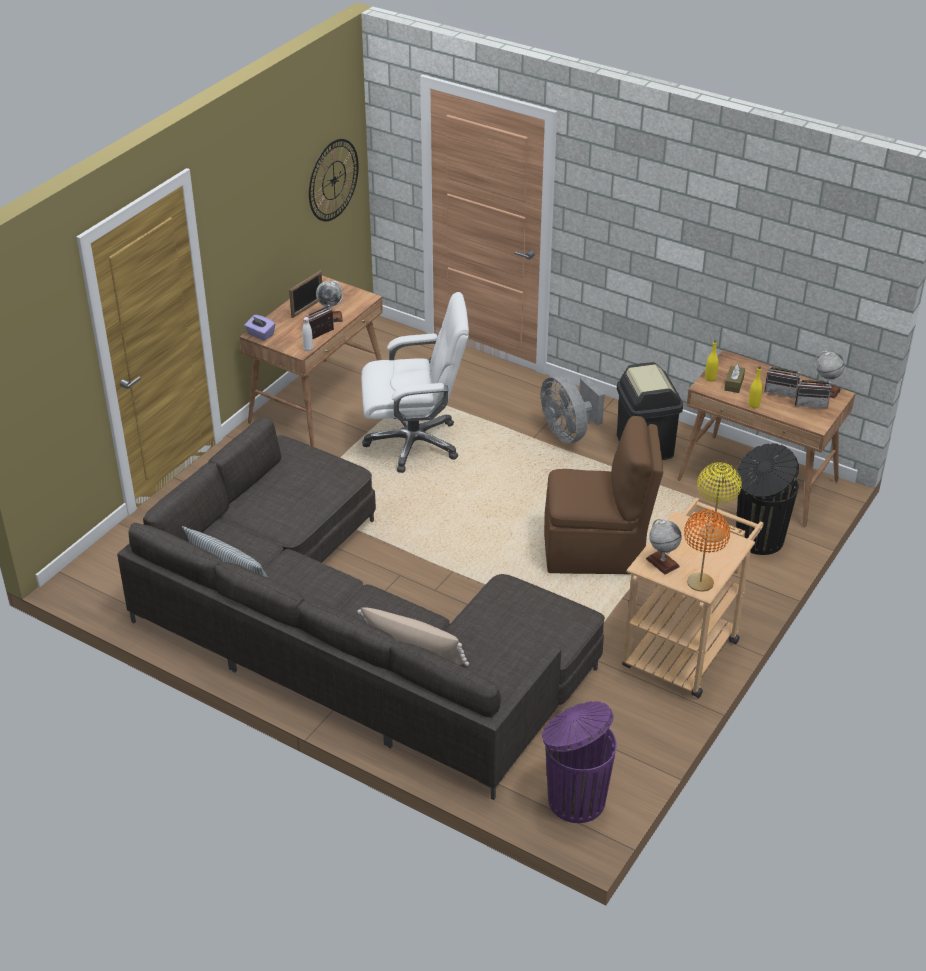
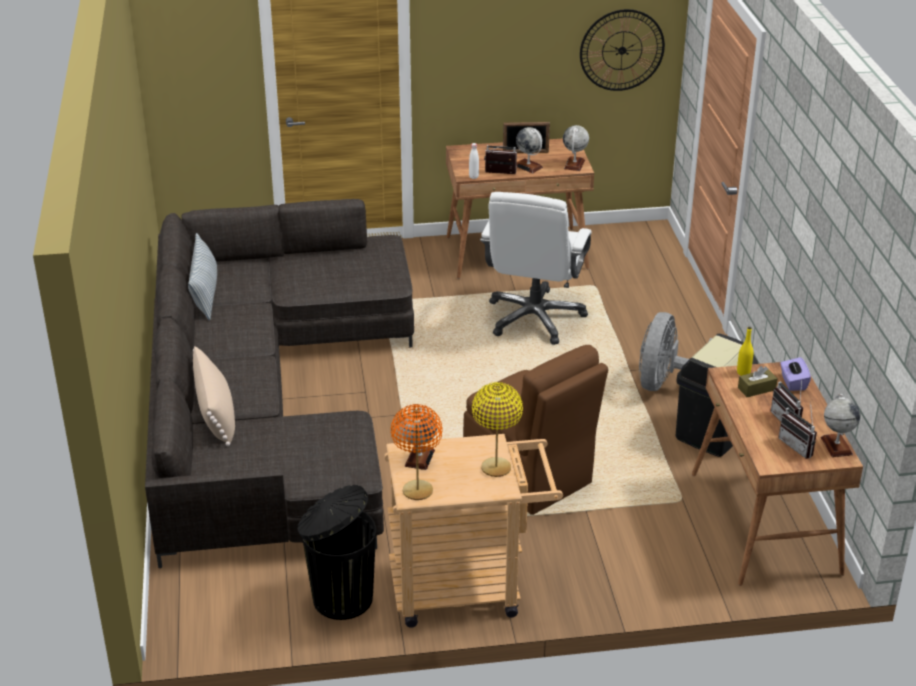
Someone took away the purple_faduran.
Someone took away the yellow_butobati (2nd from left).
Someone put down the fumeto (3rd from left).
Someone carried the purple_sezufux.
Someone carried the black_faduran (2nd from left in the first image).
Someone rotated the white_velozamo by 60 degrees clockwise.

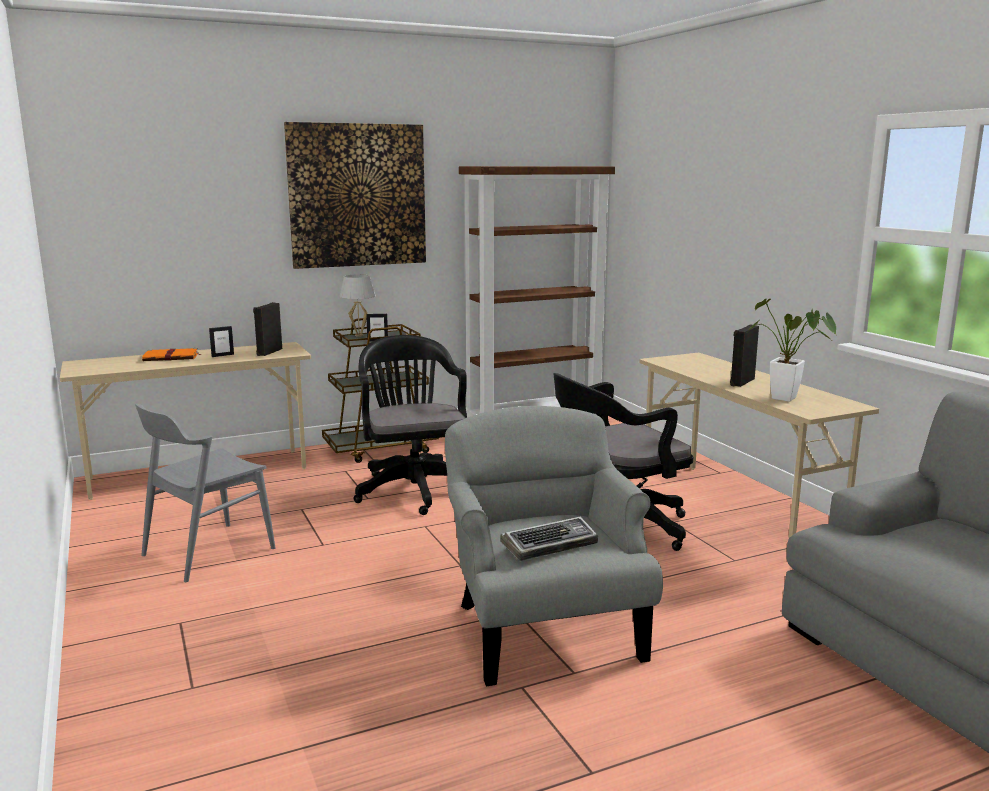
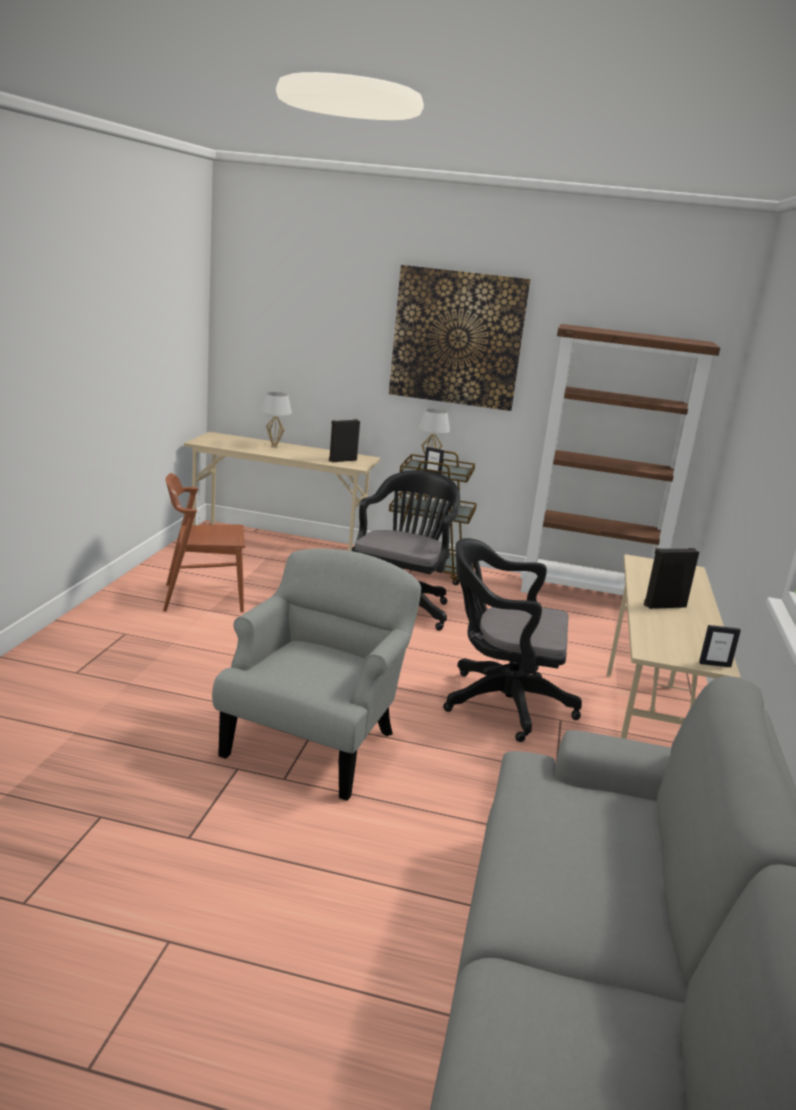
Someone took away the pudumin.
Someone took away the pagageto.
Someone carried the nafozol (1st from left in the first image).
Someone swapped the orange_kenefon for the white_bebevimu (1st from left).
Someone repainted the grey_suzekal, which became the brown_suzekal.

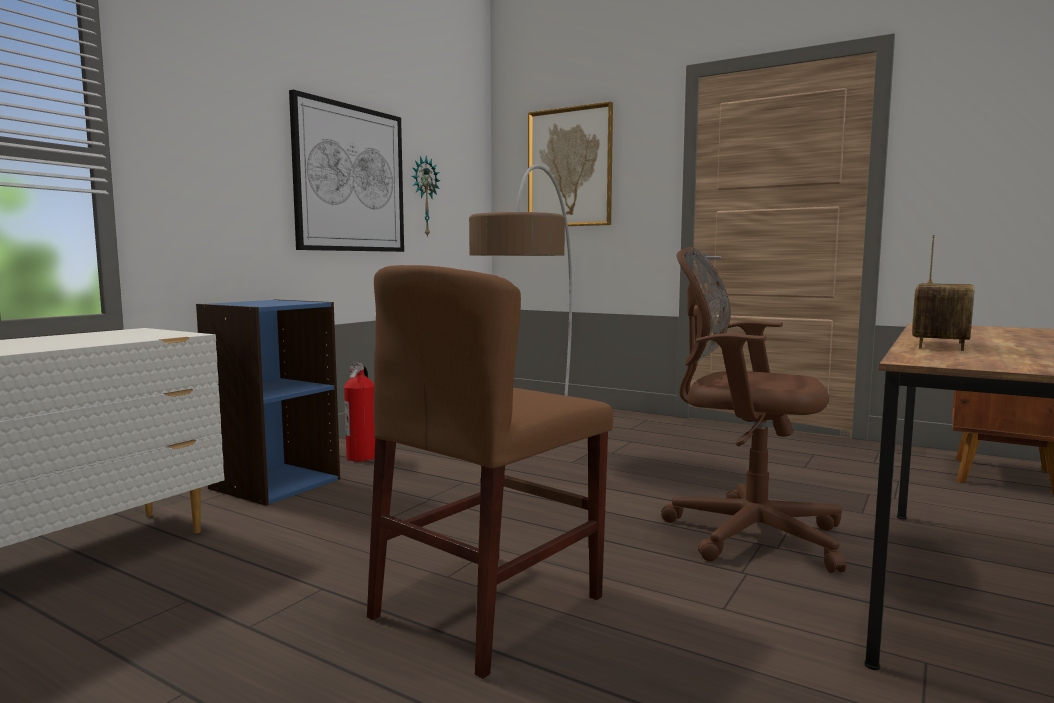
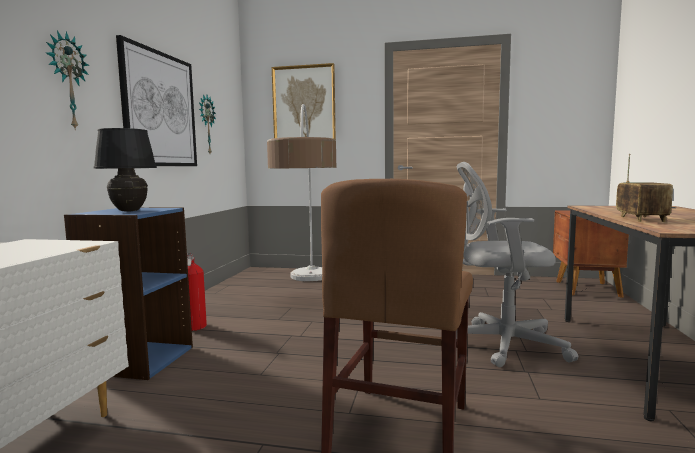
Someone put up the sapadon (1st from left).
Someone put down the black_bebevimu.
Someone repainted the brown_velozamo, which became the grey_velozamo.

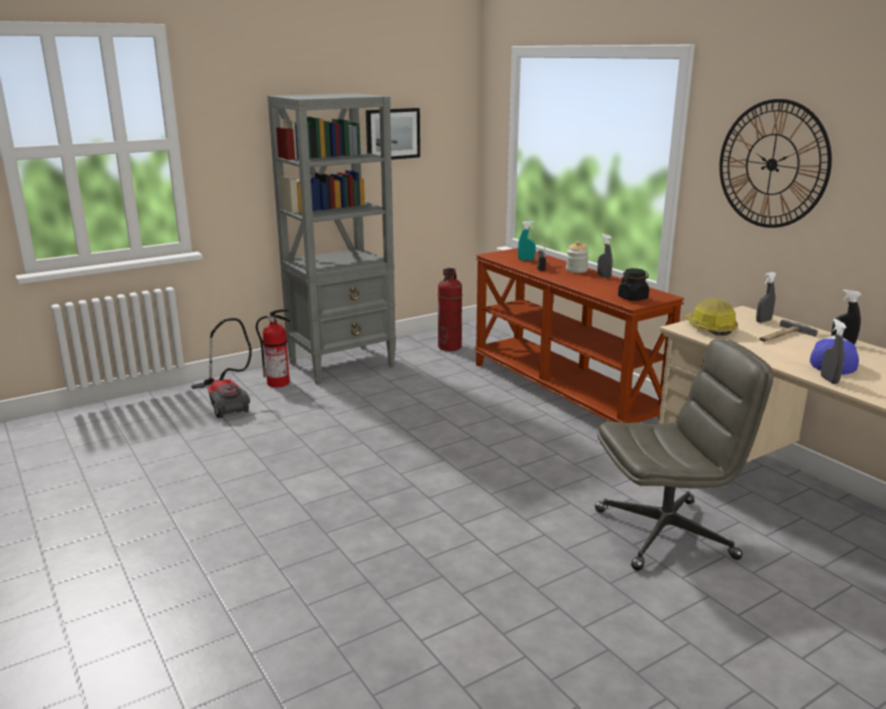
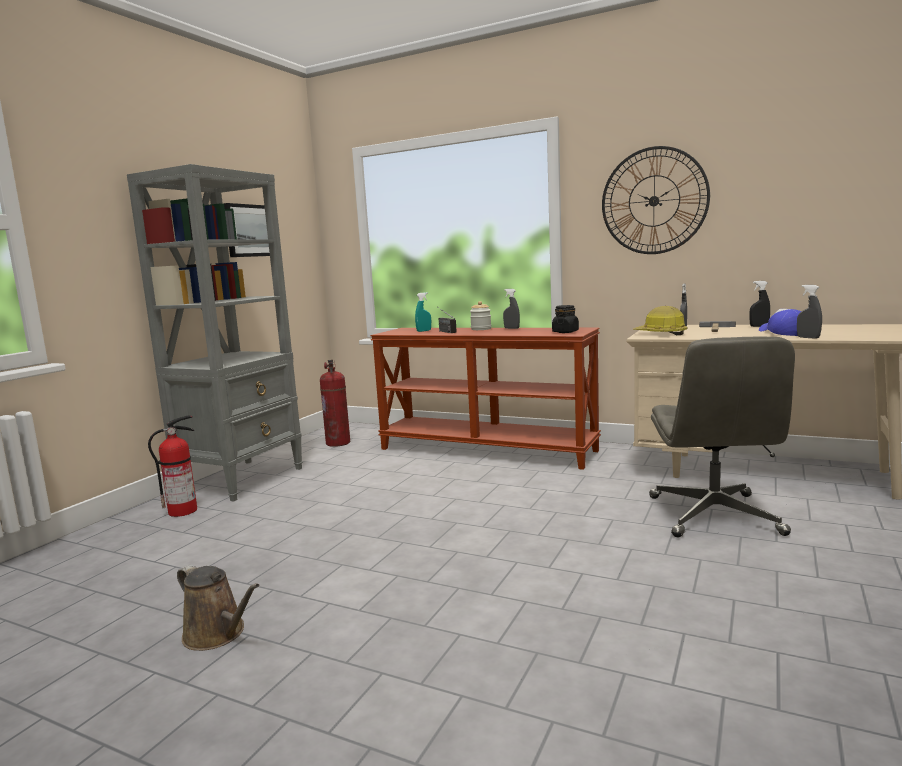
Someone took away the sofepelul.
Someone put down the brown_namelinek.
Someone rotated the grey_velozamo by 135 degrees clockwise.

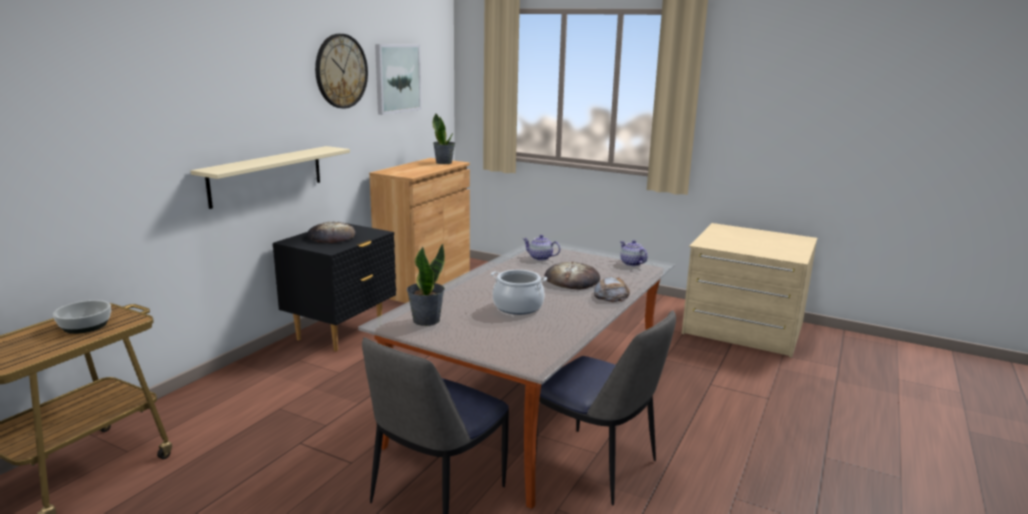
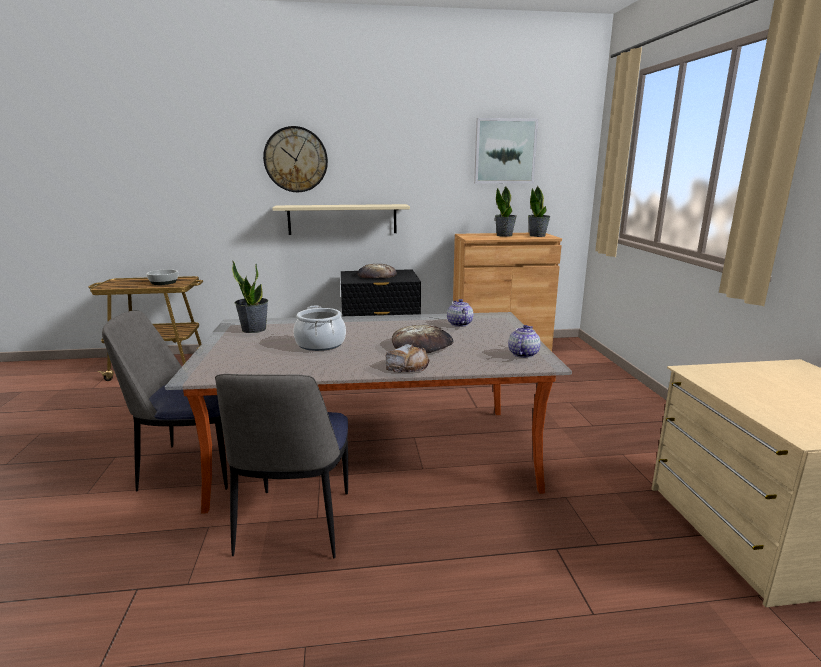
Someone put down the pagageto (2nd from left).
Someone carried the sapadon.

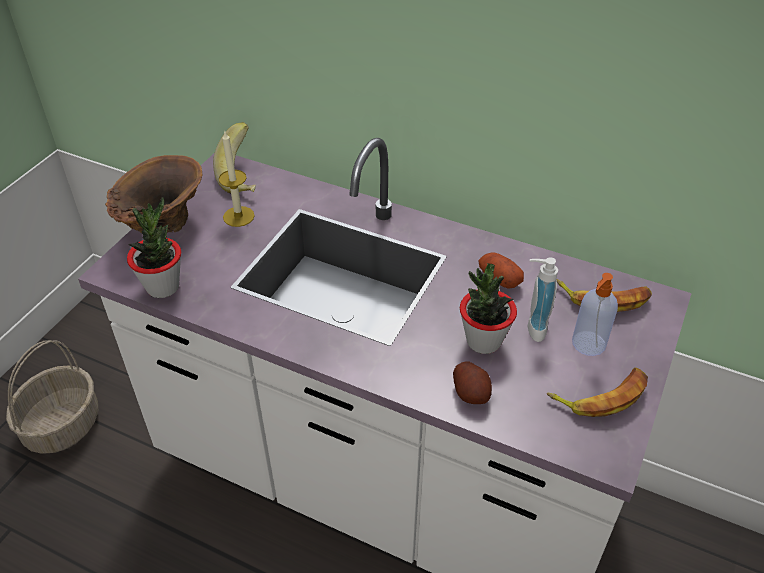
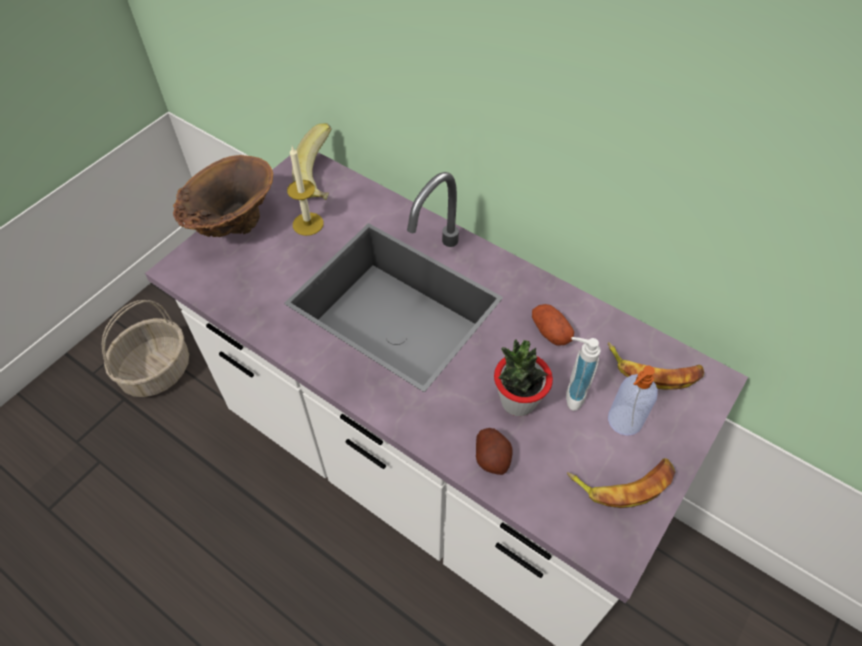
Someone took away the pagageto (1st from left).

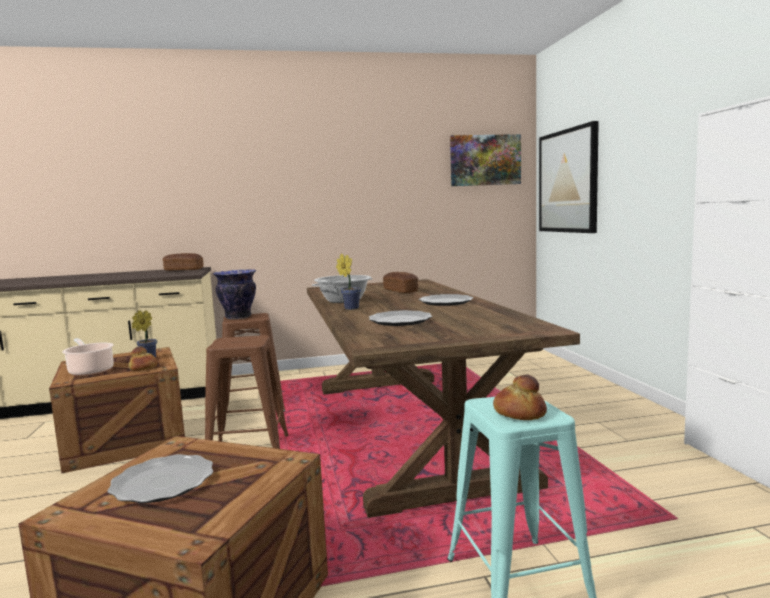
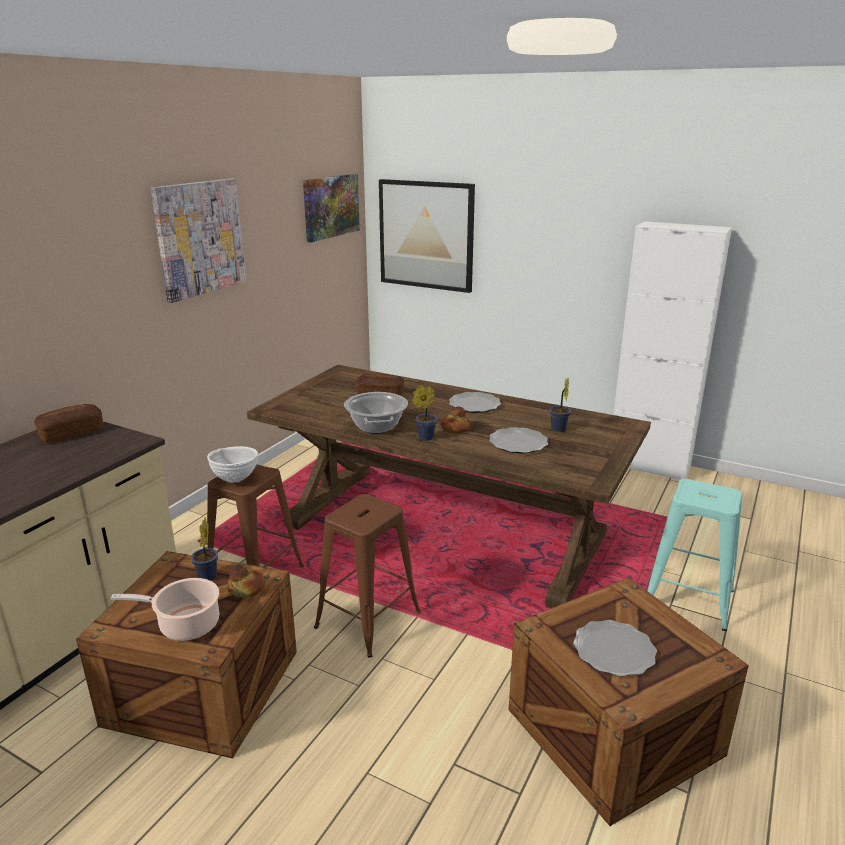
Someone put up the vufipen (1st from left).
Someone put down the pagageto (3rd from left).
Someone carried the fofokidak (4th from left).
Someone swapped the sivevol for the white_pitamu.

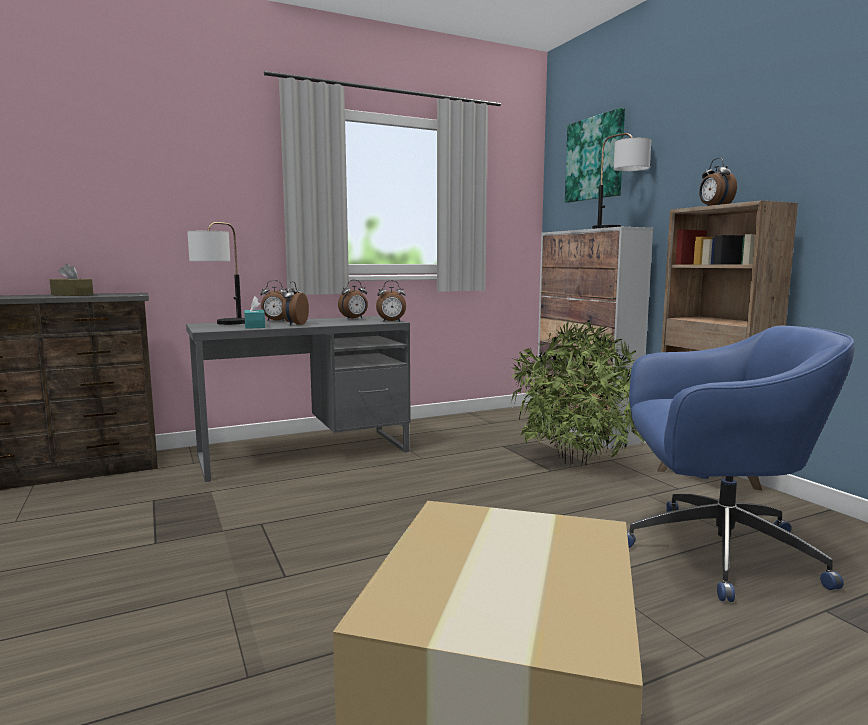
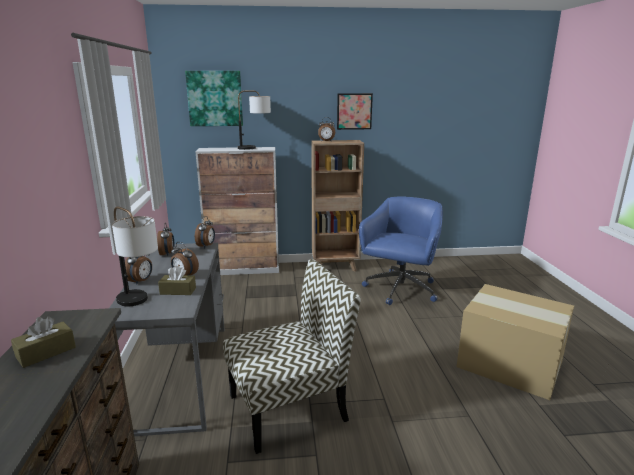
Someone took away the pagageto.
Someone put down the suzekal.
Someone put up the vufipen (2nd from left).
Someone repainted the turquoise_sezufux, which became the brown_sezufux (2nd from left).

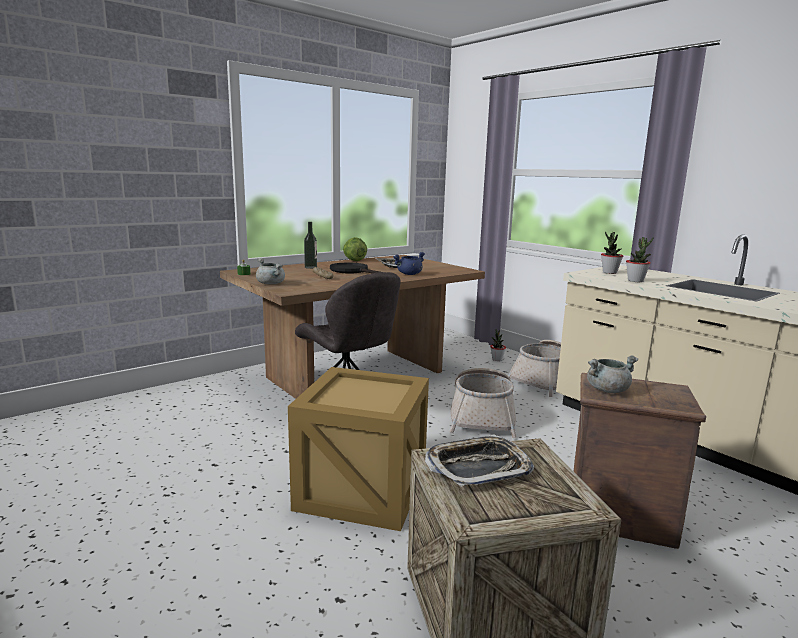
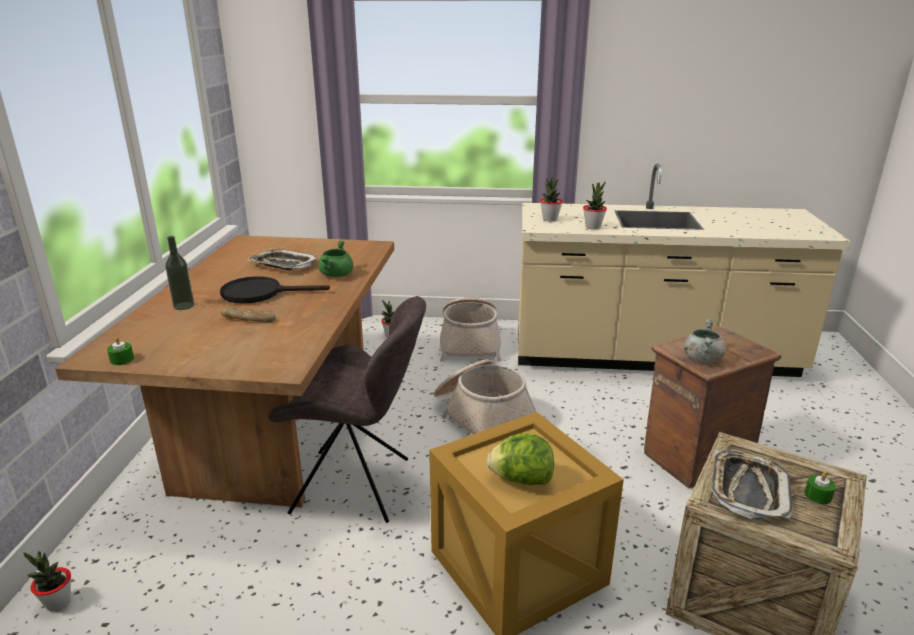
Someone took away the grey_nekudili (1st from left).
Someone put down the pagageto (1st from left).
Someone put down the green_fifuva (2nd from left).
Someone carried the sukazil.
Someone repainted the blue_nekudili, which became the green_nekudili.

